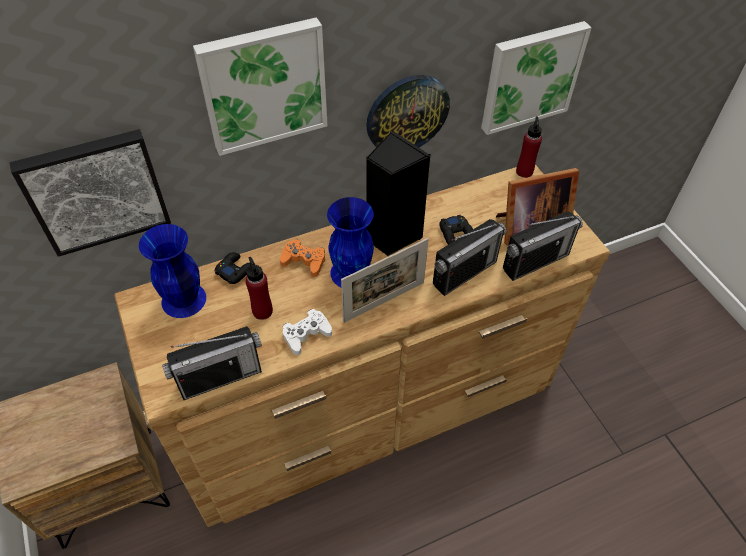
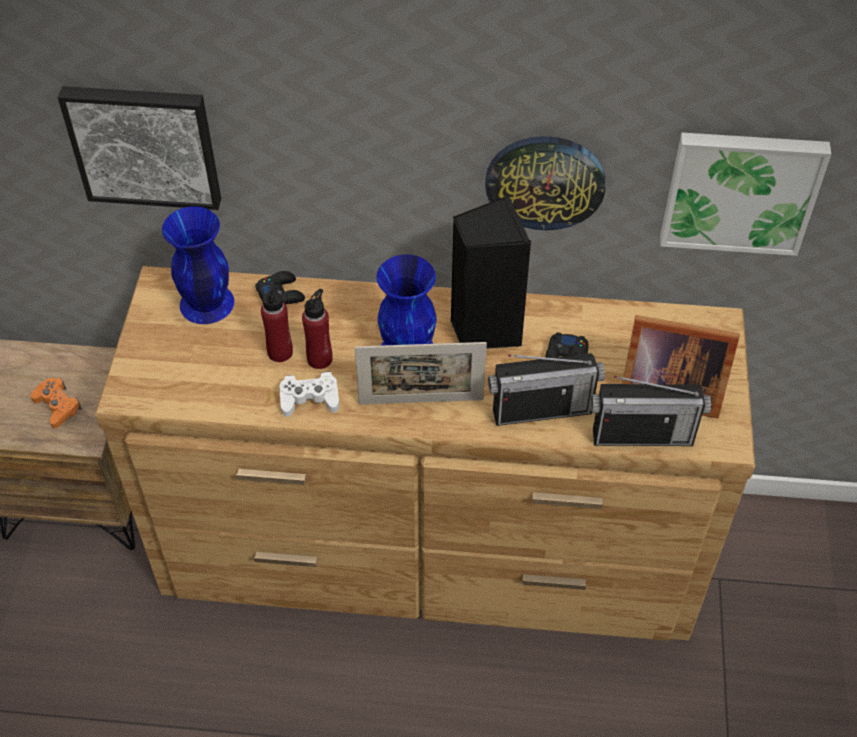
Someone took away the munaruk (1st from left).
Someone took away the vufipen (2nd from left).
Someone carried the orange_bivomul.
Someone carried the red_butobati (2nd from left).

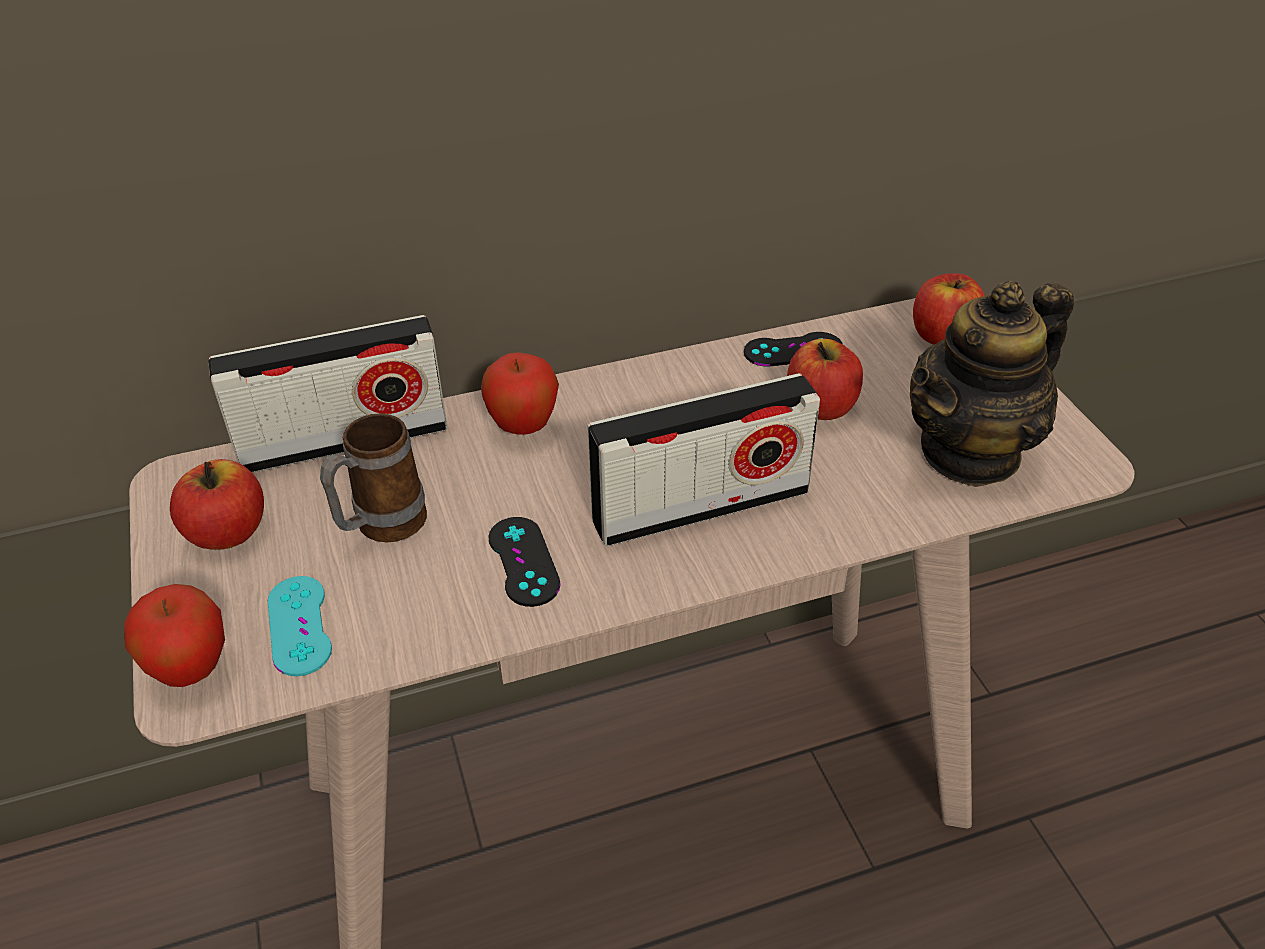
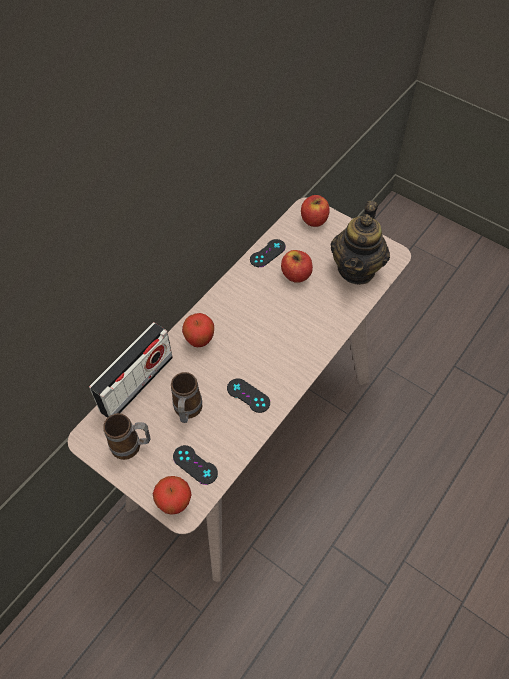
Someone took away the munaruk (2nd from left).
Someone swapped the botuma (2nd from left) for the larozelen (1st from left).
Someone repainted the turquoise_bivomul, which became the black_bivomul (1st from left).

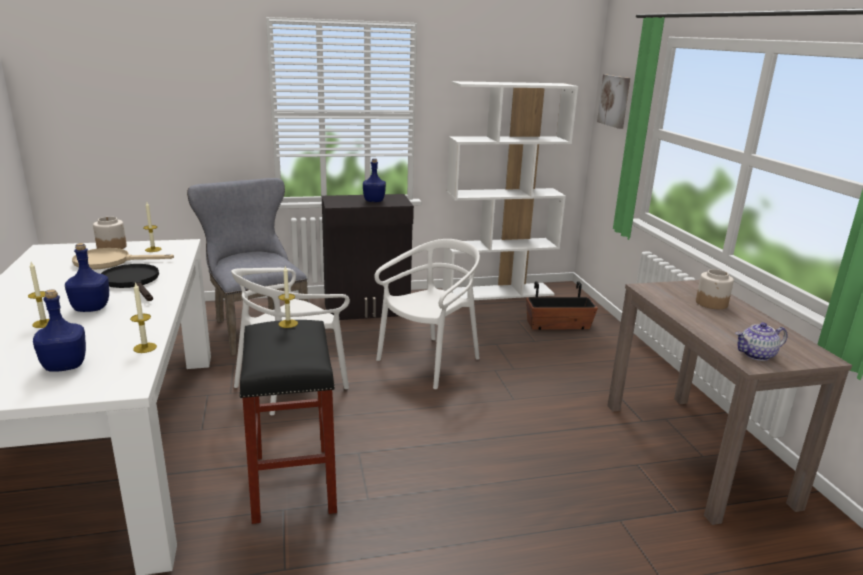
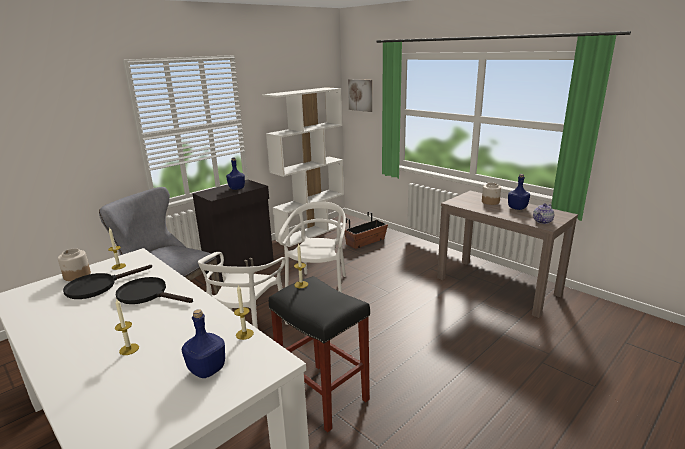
Someone carried the blue_butobati (2nd from left in the first image).
Someone repainted the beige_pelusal, which became the black_pelusal (1st from left).

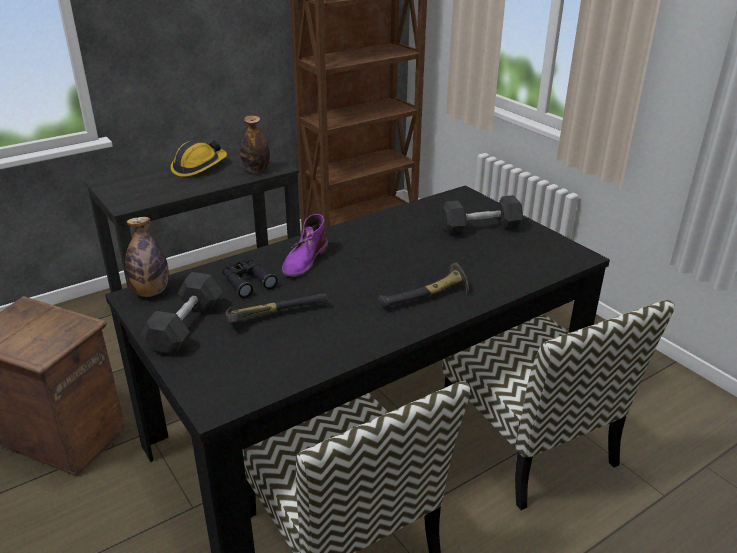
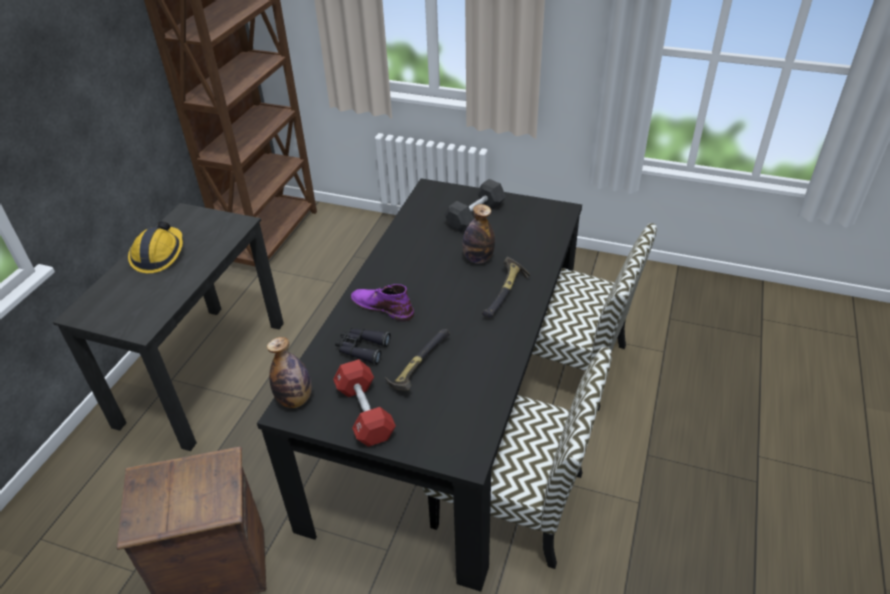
Someone carried the butobati (2nd from left).
Someone repainted the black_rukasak (1st from left), which became the red_rukasak.
Someone rotated the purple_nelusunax by 135 degrees clockwise.

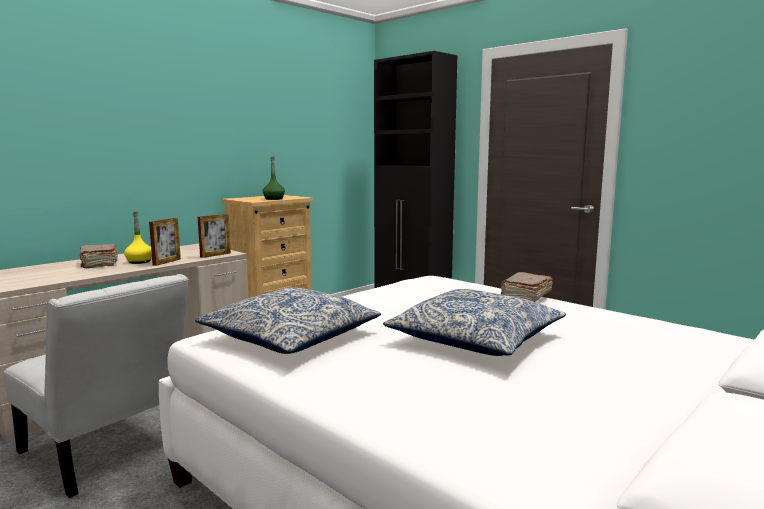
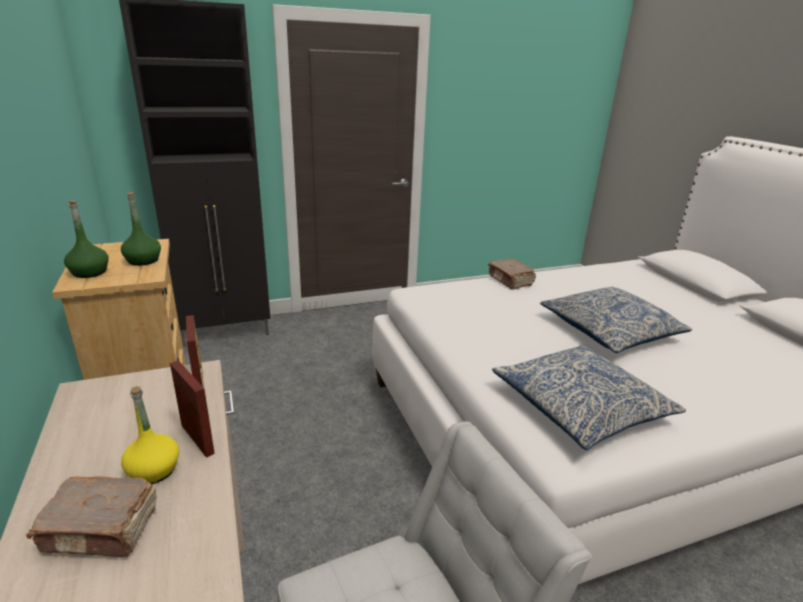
Someone put down the green_butobati (1st from left).

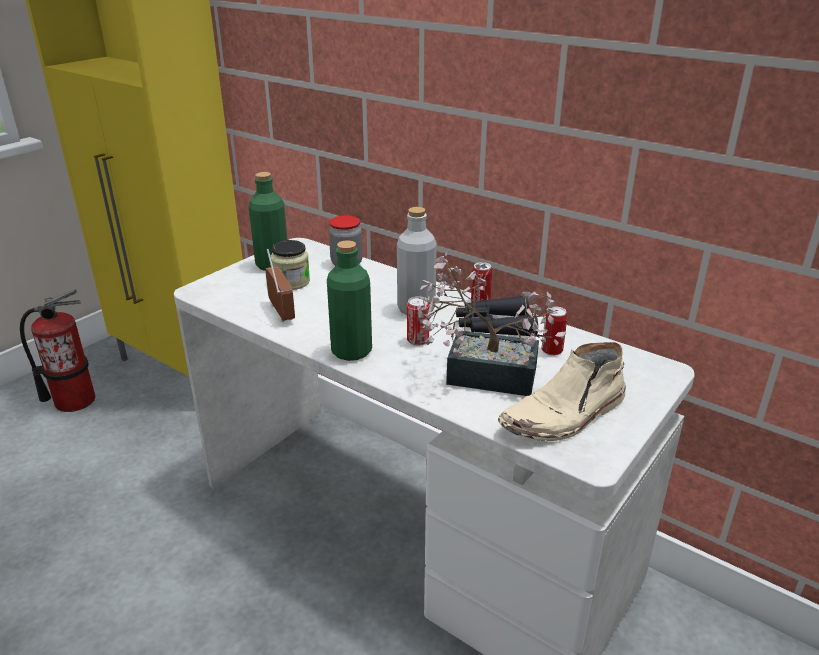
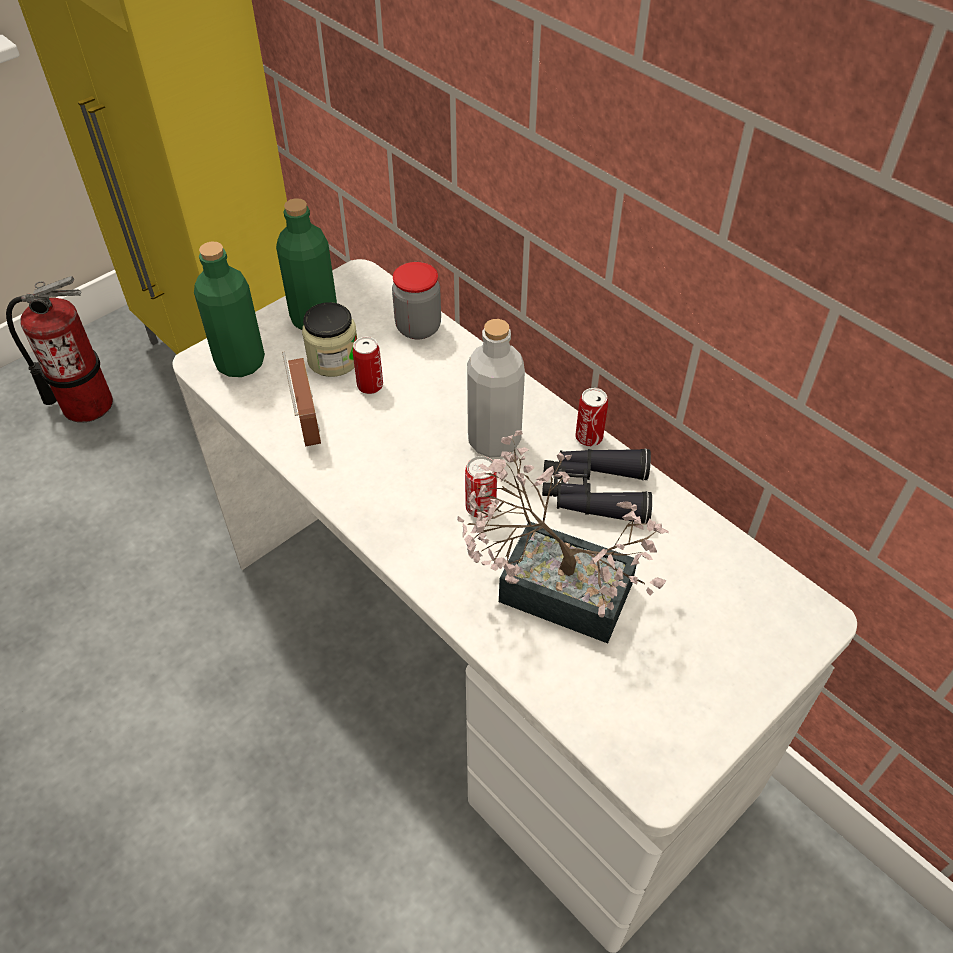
Someone took away the beige_nelusunax.
Someone carried the green_butobati (2nd from left in the first image).
Someone carried the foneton (3rd from left in the first image).

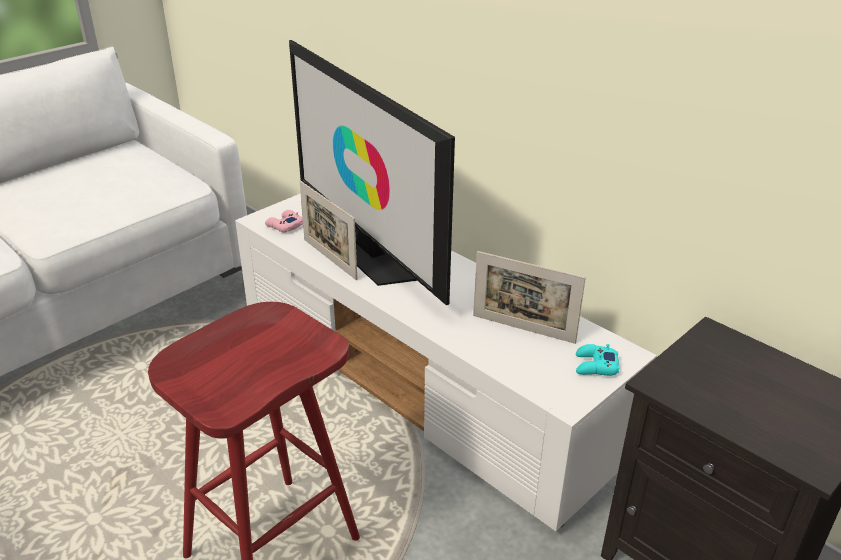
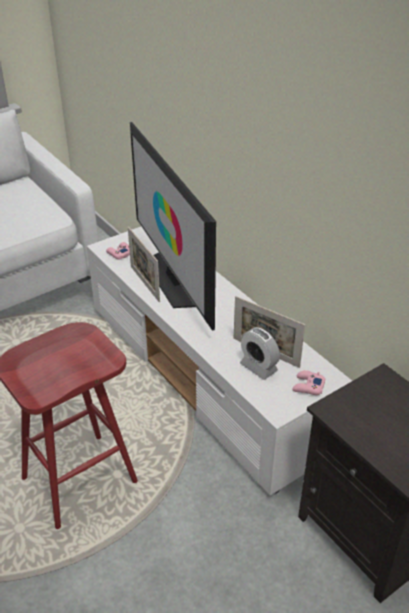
Someone put down the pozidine.
Someone repainted the turquoise_bivomul, which became the pink_bivomul (2nd from left).

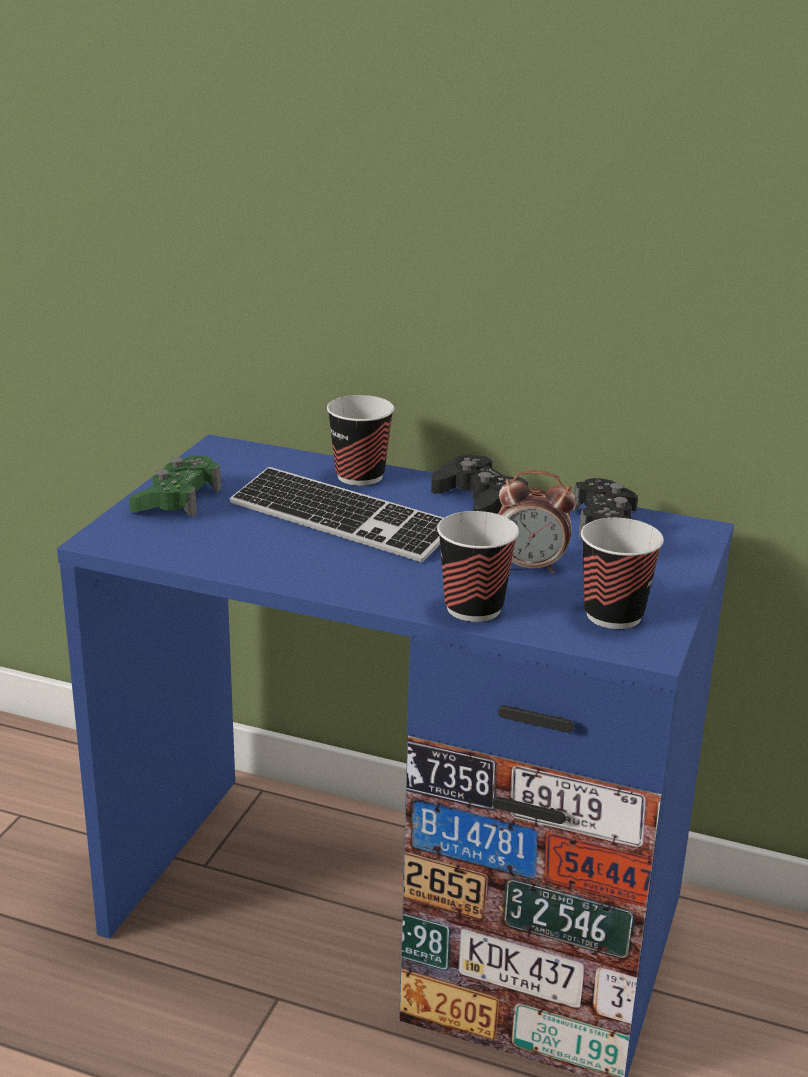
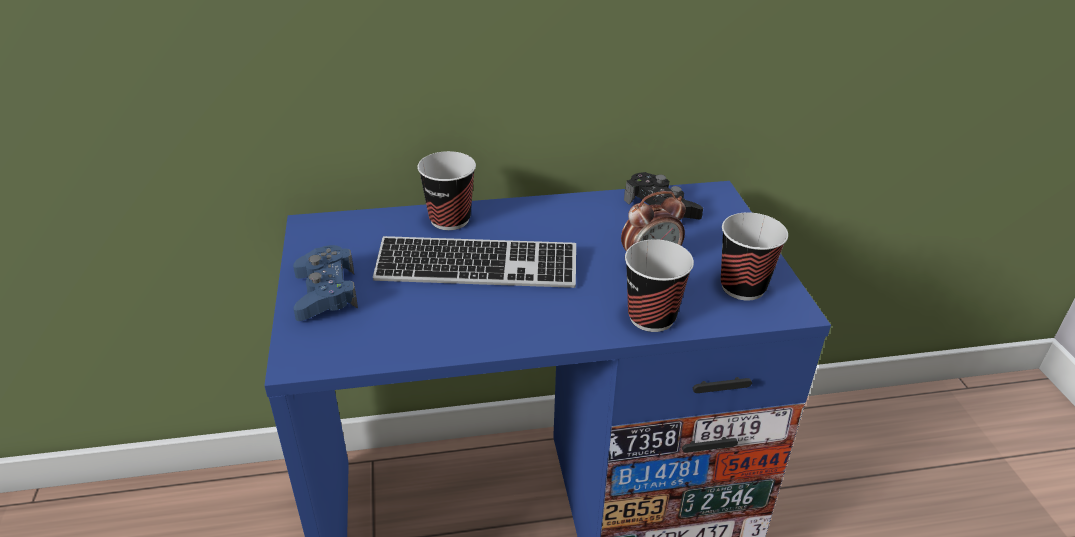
Someone took away the black_bivomul (1st from left).
Someone repainted the green_bivomul, which became the blue_bivomul.

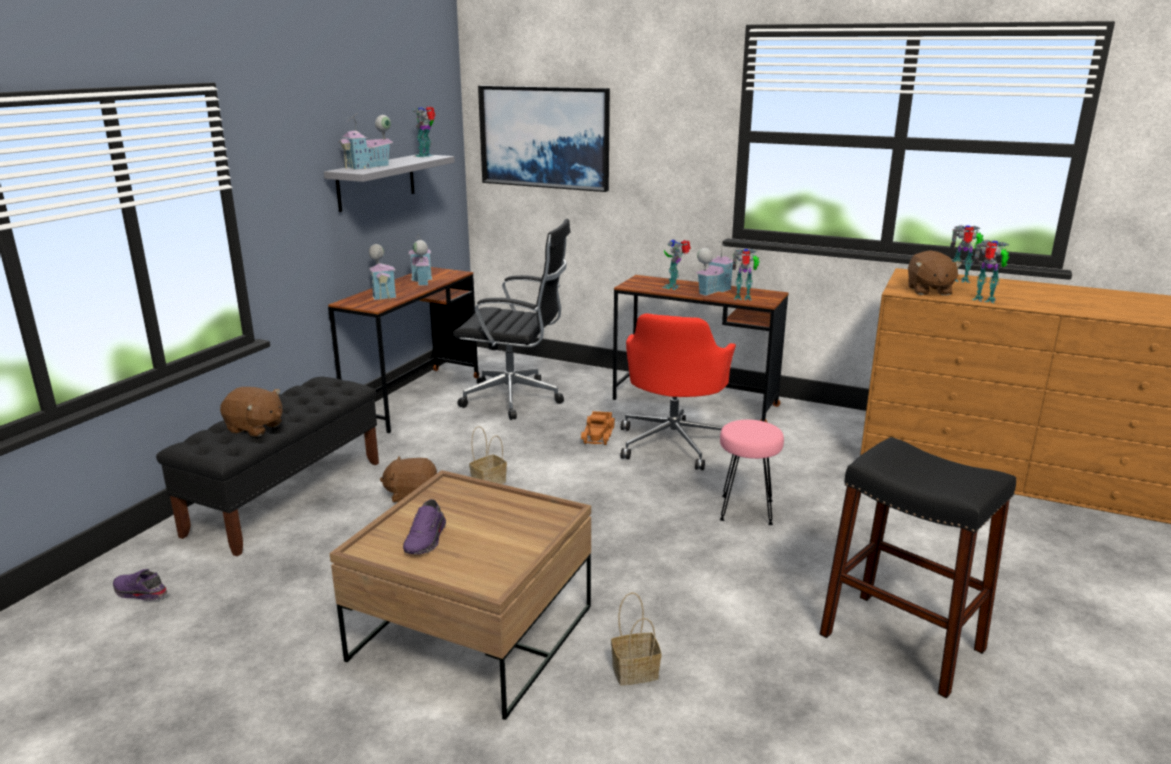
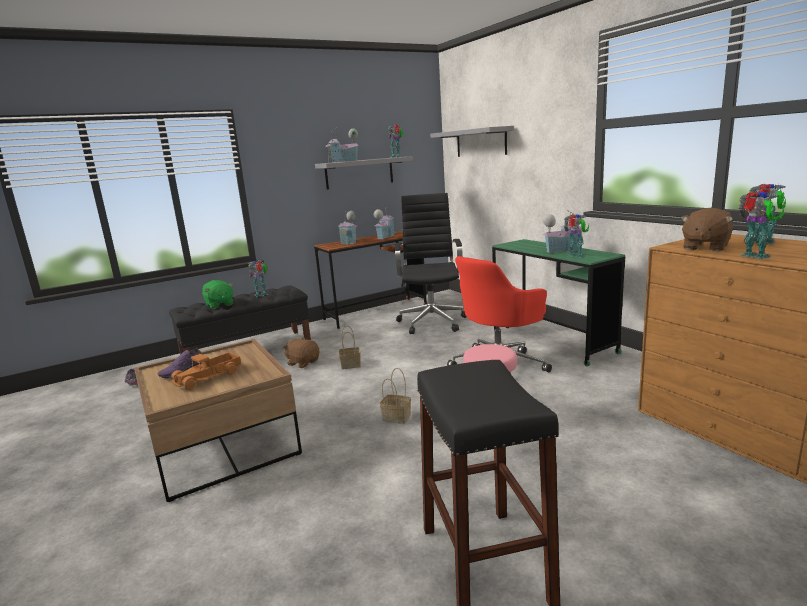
Someone carried the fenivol.
Someone carried the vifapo (2nd from left).
Someone carried the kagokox (2nd from left in the first image).
Someone swapped the vufipen for the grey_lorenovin (2nd from left).
Someone repainted the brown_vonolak (1st from left), which became the green_vonolak.
Someone repainted the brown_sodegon (2nd from left), which became the green_sodegon.
Someone rotated the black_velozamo by 135 degrees counterclockwise.

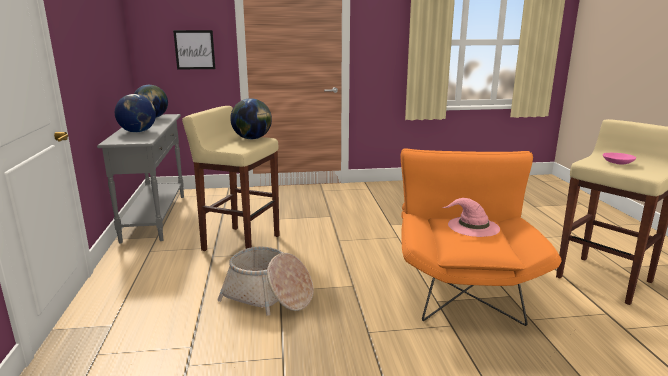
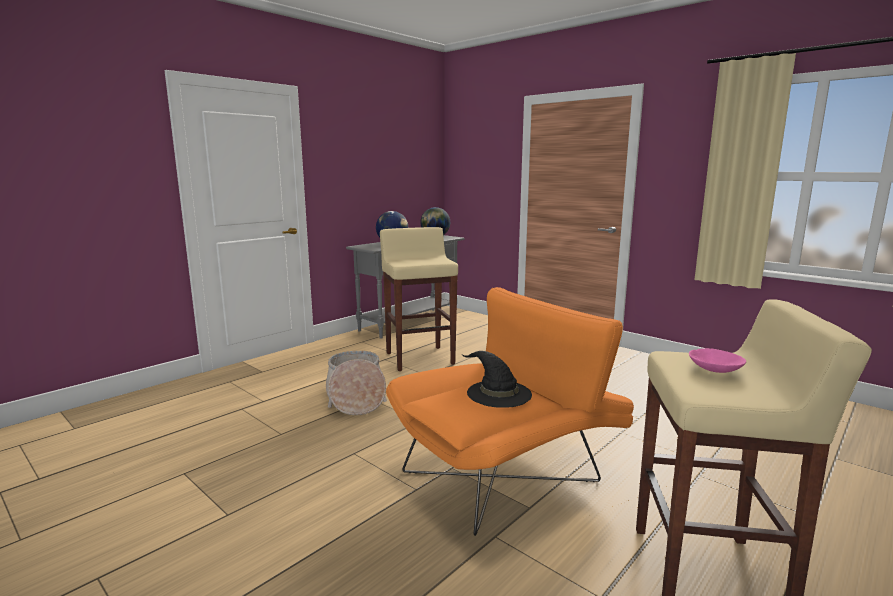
Someone took away the vufipen.
Someone took away the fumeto (3rd from left).
Someone repainted the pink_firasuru, which became the black_firasuru.

